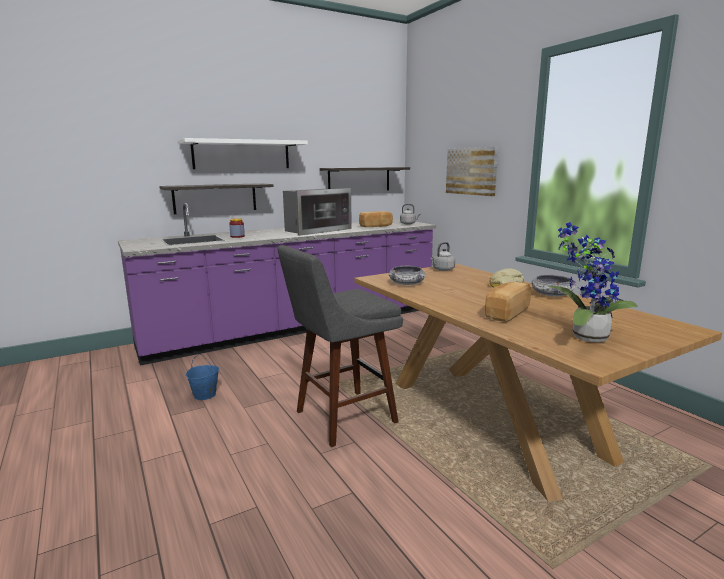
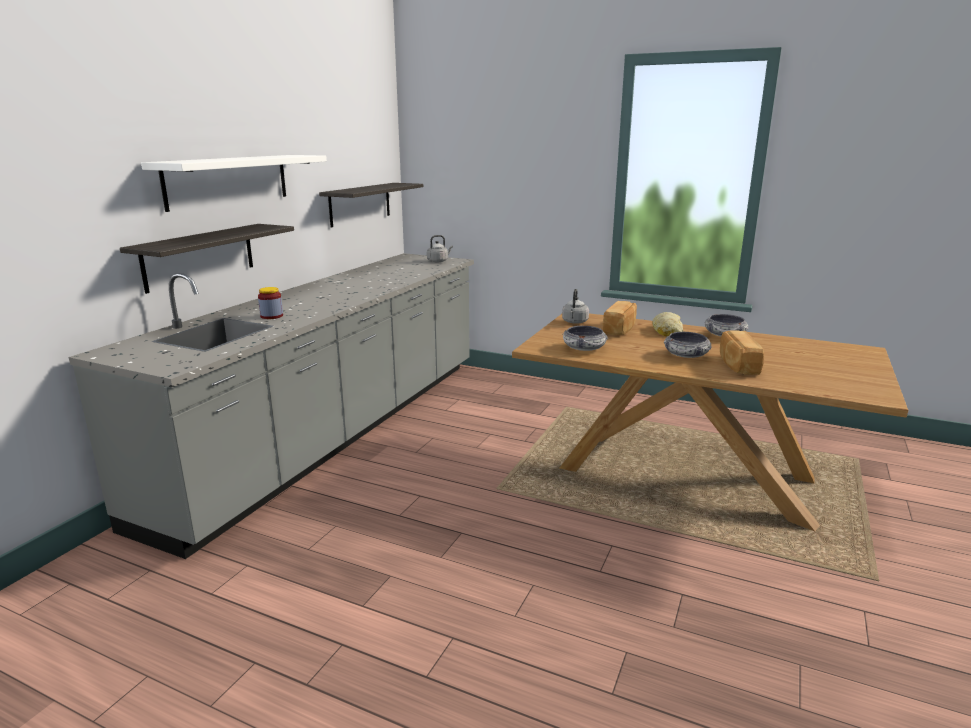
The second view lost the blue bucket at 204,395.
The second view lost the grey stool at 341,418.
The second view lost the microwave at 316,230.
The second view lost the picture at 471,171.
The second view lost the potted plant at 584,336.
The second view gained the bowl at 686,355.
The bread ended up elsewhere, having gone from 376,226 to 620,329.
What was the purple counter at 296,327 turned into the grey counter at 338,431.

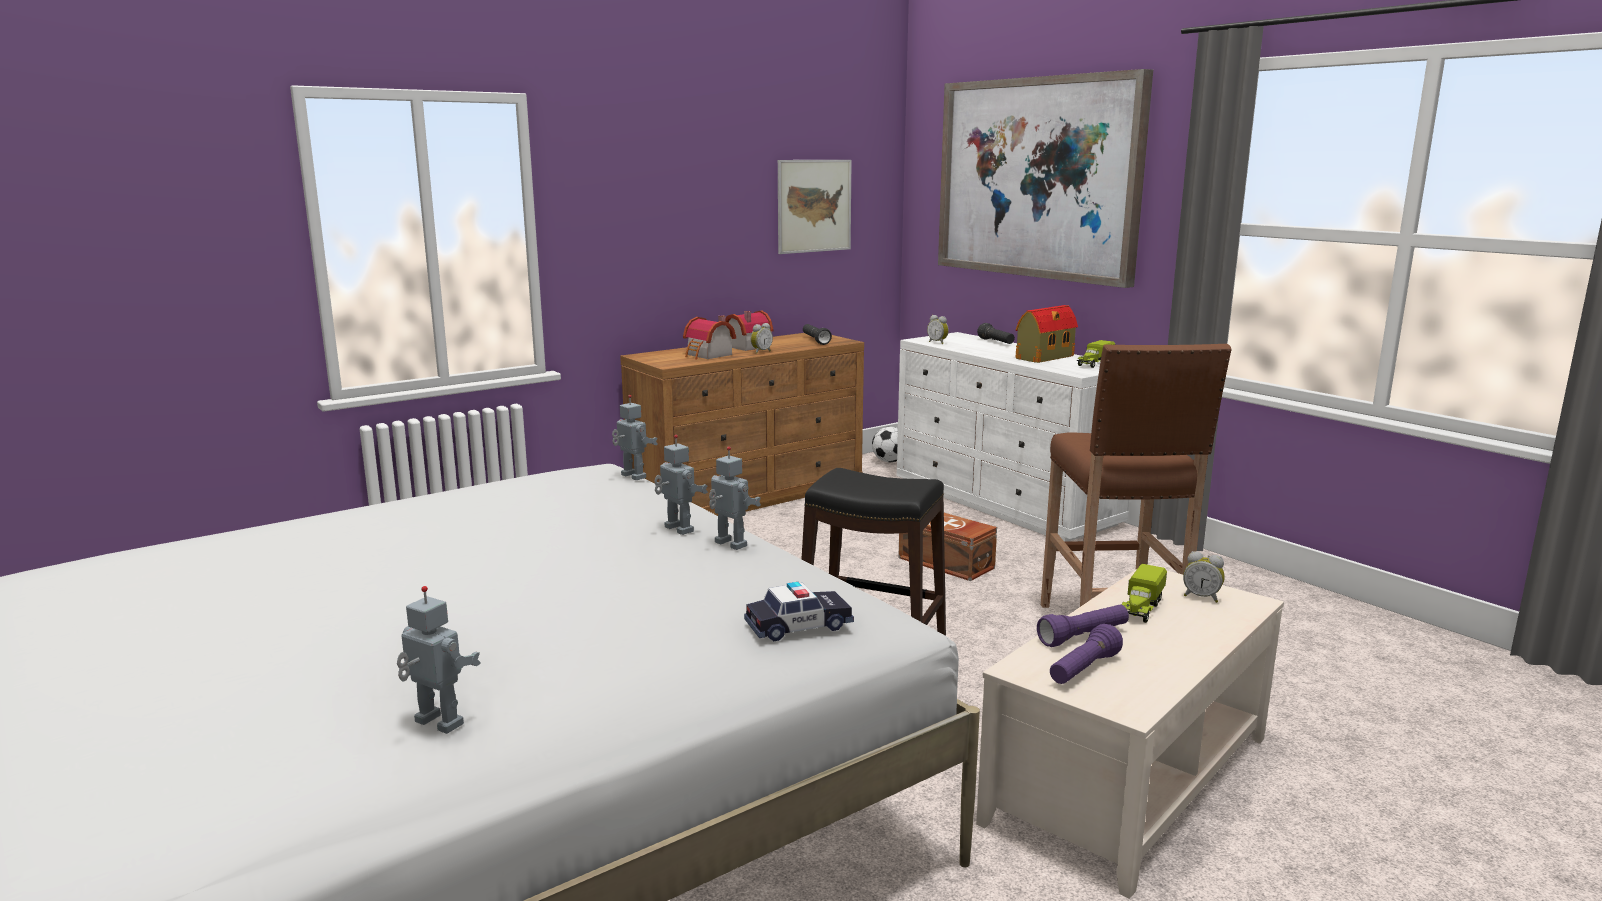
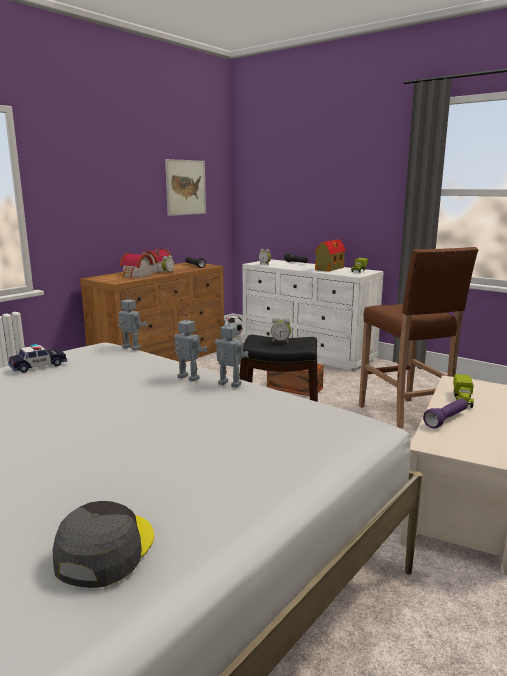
The second view lost the picture at 1037,178.
The second view lost the purple flashlight at 1083,670.
The toy car ended up elsewhere, having gone from 798,625 to 38,366.
The alarm clock ended up elsewhere, having gone from 1201,597 to 281,342.
Where the toy robot stood at 436,724, the grey cap came to stand at 105,550.

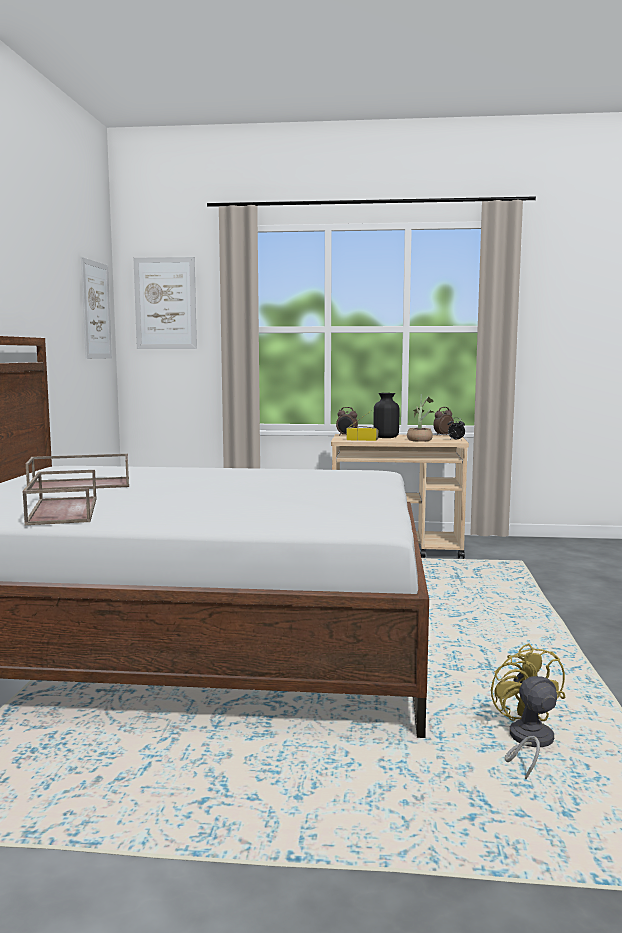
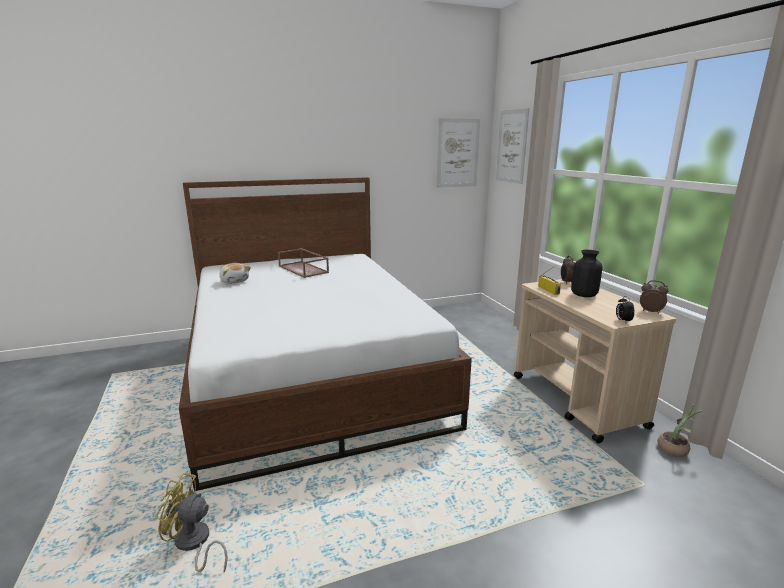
The potted plant ended up elsewhere, having gone from 420,439 to 676,449.
Where the brown tray stood at 62,510, the plush toy came to stand at 235,281.
The yellow fan at 527,742 ended up facing another way, 135 degrees counterclockwise from before.

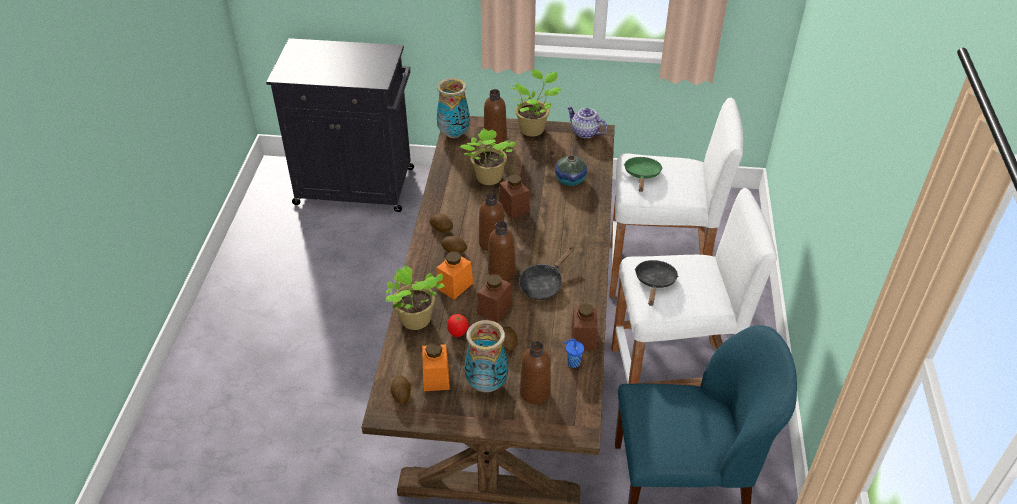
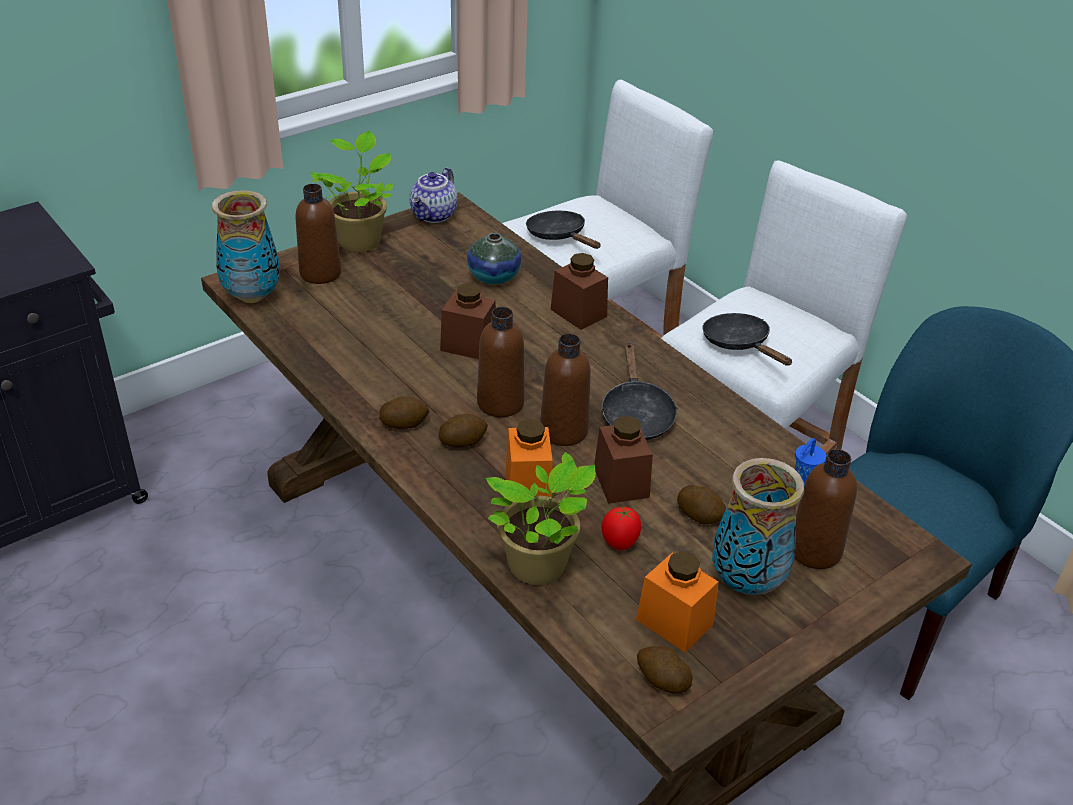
The second view lost the potted plant at 487,178.
The brown jar ended up elsewhere, having gone from 583,338 to 578,313.
What was the green frying pan at 642,175 turned into the black frying pan at 559,236.
The teapot at 584,132 ended up facing another way, 60 degrees counterclockwise from before.

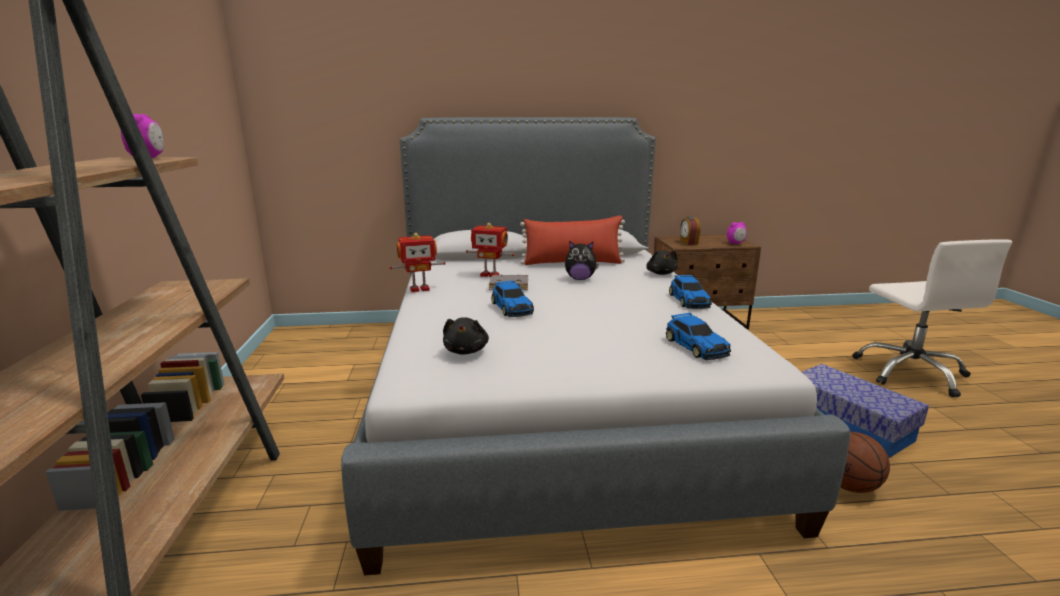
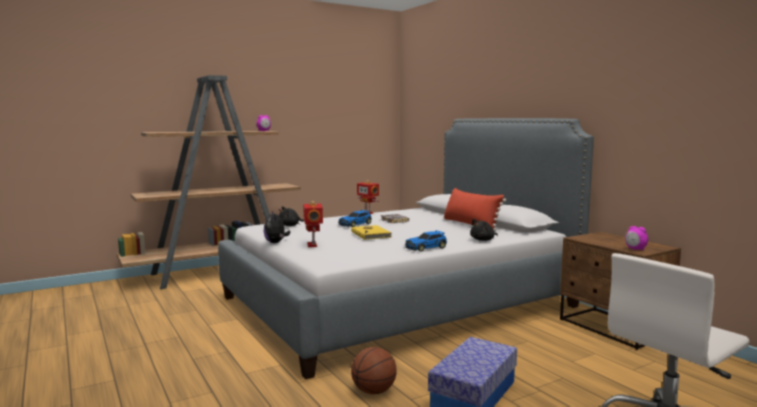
The second view lost the toy car at 695,346.
The second view lost the alarm clock at 688,242.
The second view gained the yellow book at 371,234.
The toy robot ended up elsewhere, having gone from 490,275 to 313,245.
The plush toy ended up elsewhere, having gone from 580,279 to 276,242.

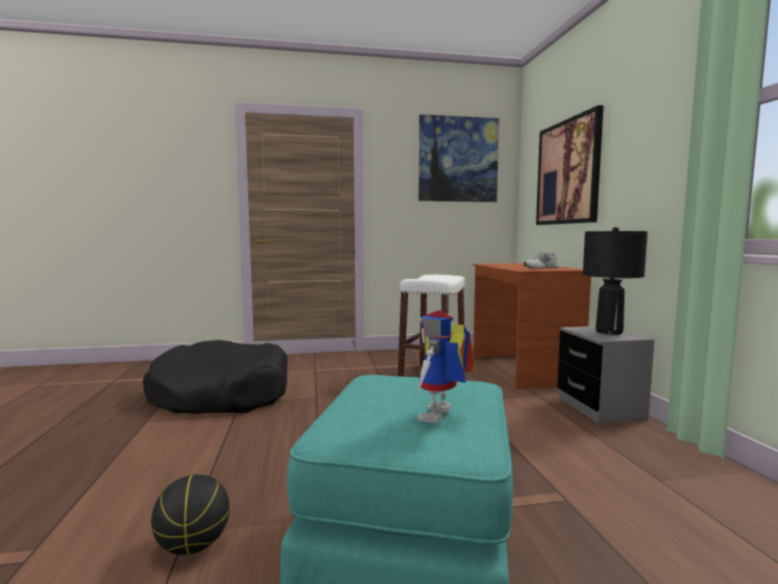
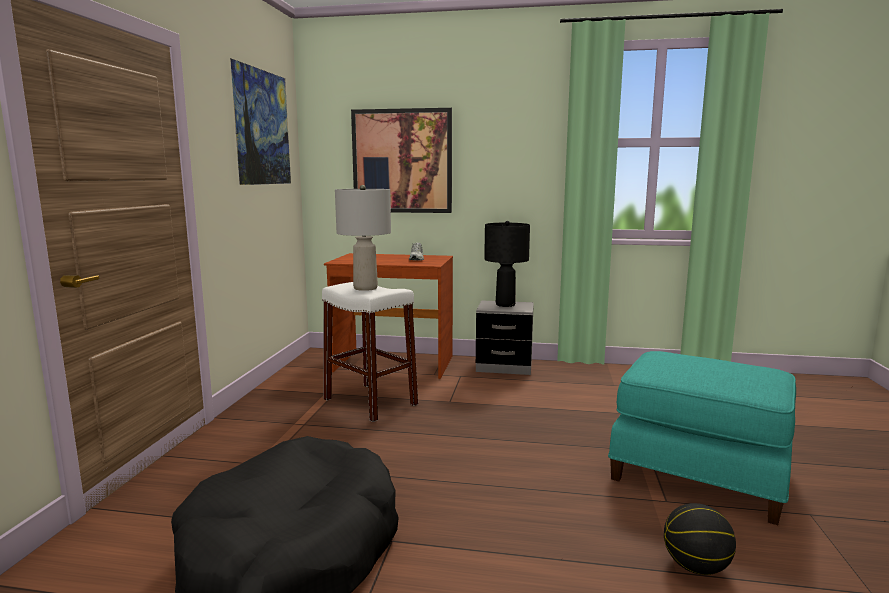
The second view lost the toy robot at 441,417.
The second view gained the grey table lamp at 365,288.

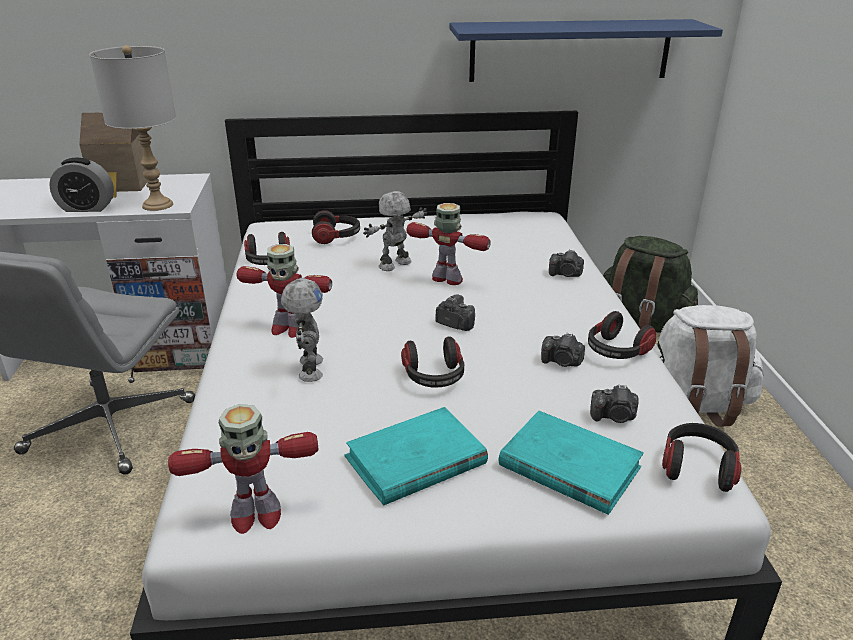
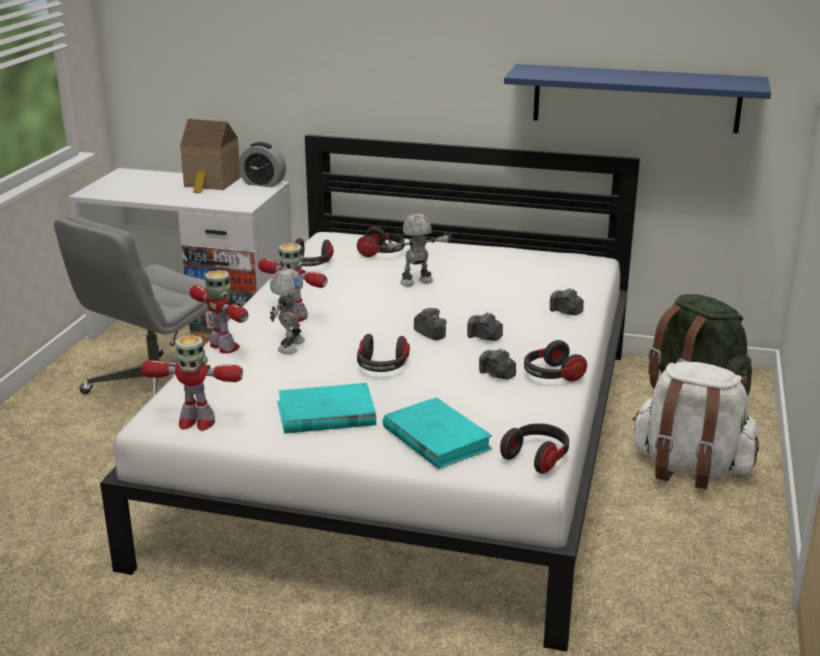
The second view lost the grey table lamp at 157,205.
The alarm clock ended up elsewhere, having gone from 87,208 to 263,183.
The toy robot ended up elsewhere, having gone from 448,279 to 224,347.
The photo camera ended up elsewhere, having gone from 614,417 to 484,337.

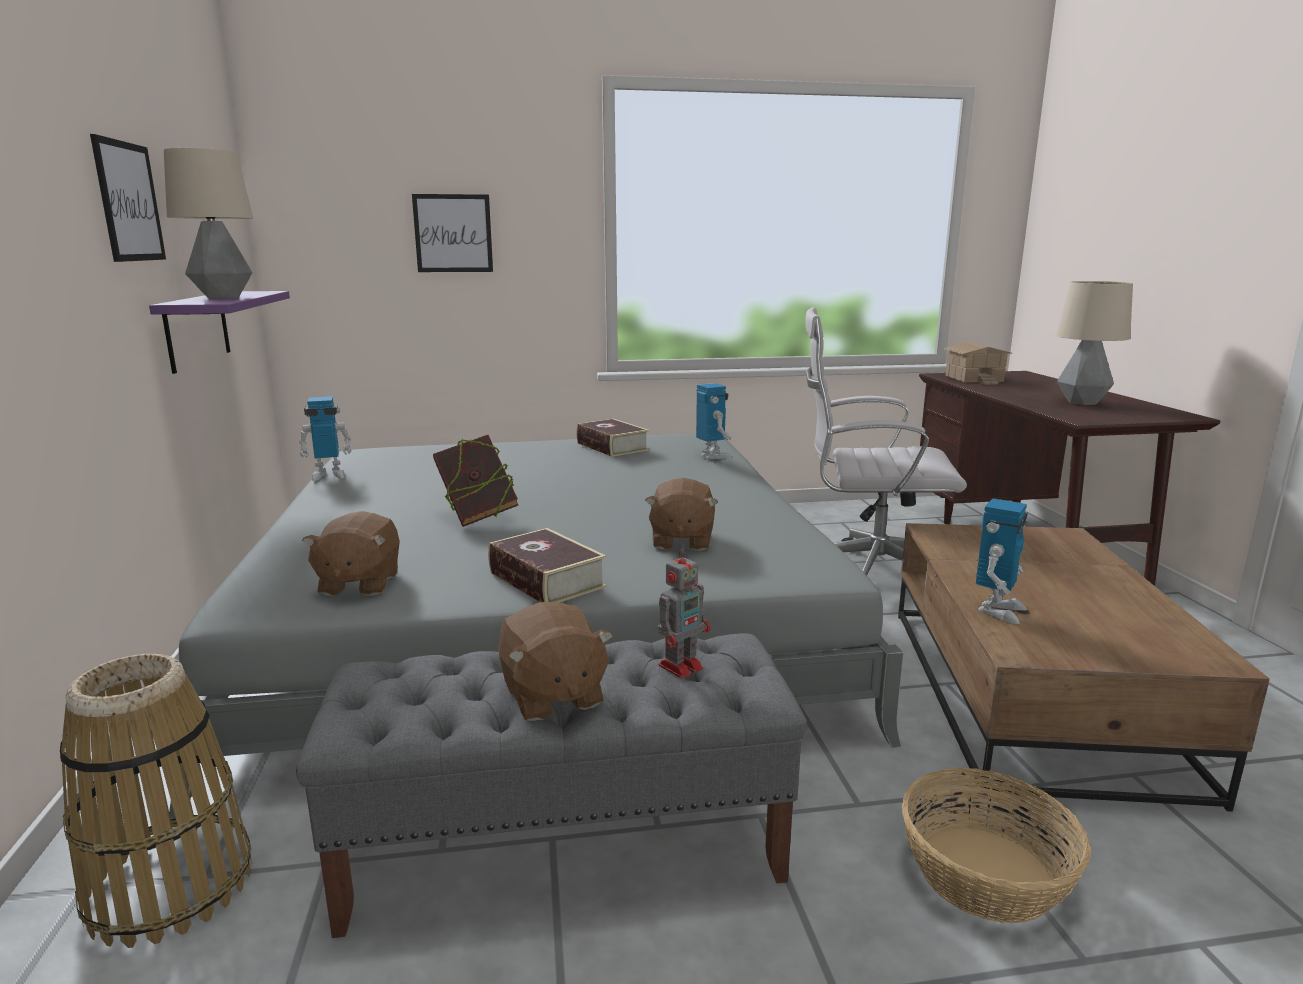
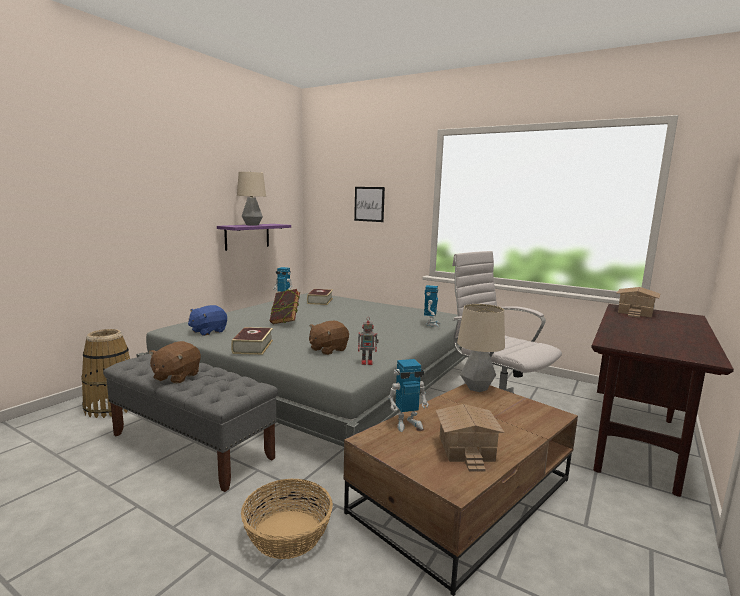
The second view lost the picture at 129,202.
The second view gained the toy house at 467,448.
The book ended up elsewhere, having gone from 612,446 to 320,301.
The toy robot ended up elsewhere, having gone from 682,666 to 367,362.
The table lamp ended up elsewhere, having gone from 1081,402 to 477,388.
What was the brown plush toy at 358,583 turned into the blue plush toy at 208,331.

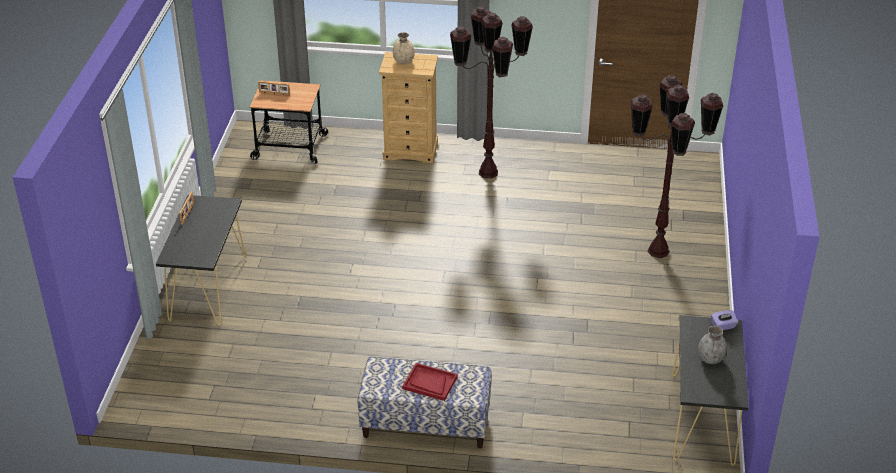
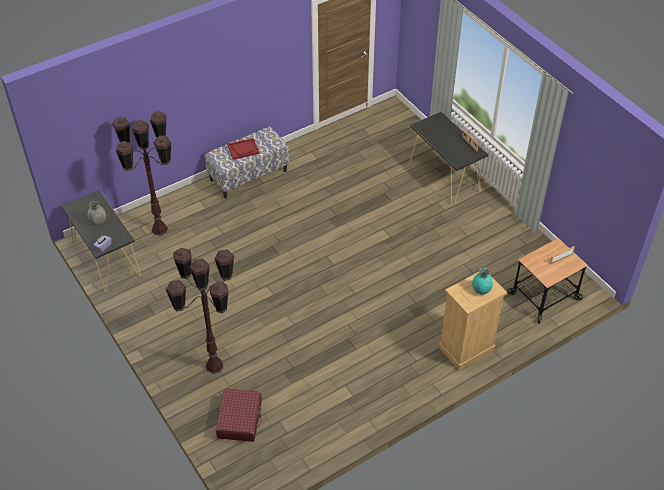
The second view gained the red suitcase at 240,419.
The brown floor lamp ended up elsewhere, having gone from 488,172 to 159,230.
What was the beige vase at 404,62 turned into the turquoise vase at 481,290.

